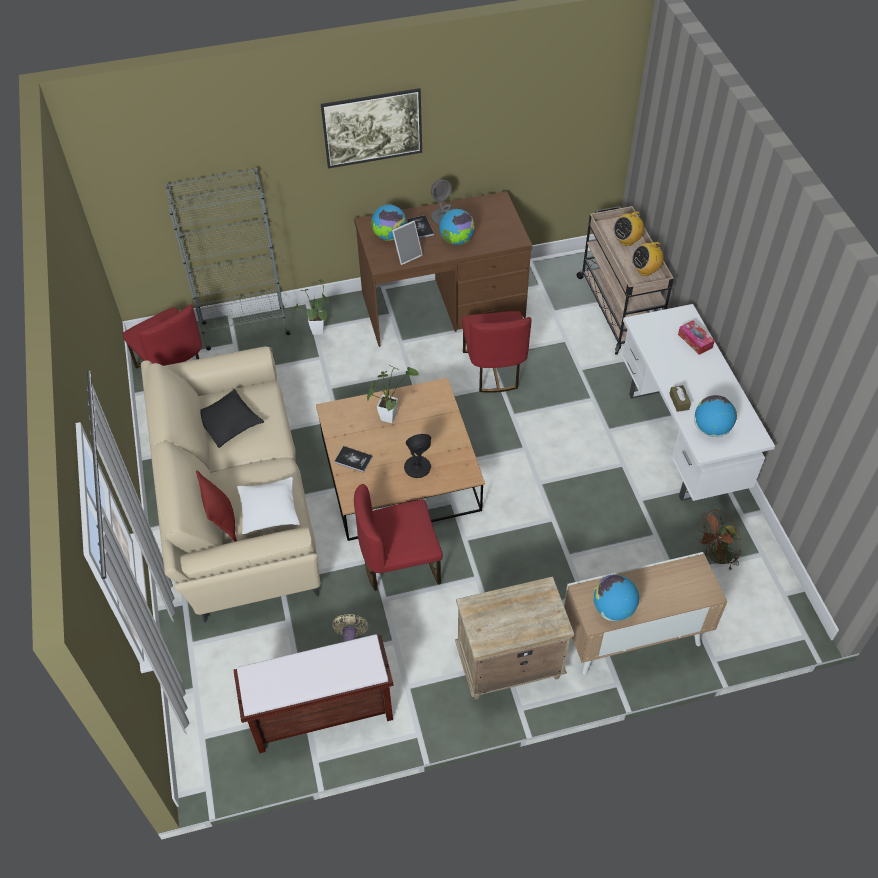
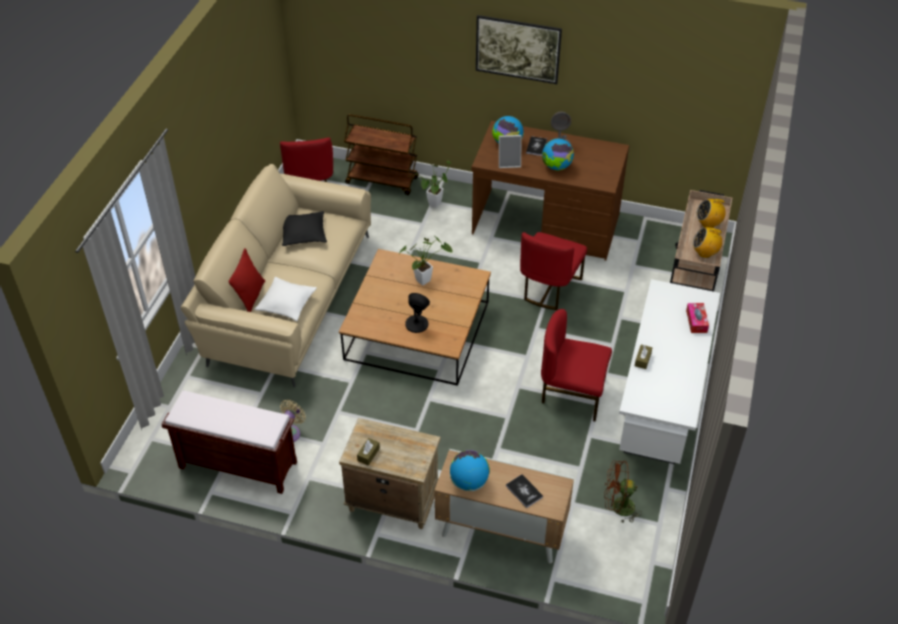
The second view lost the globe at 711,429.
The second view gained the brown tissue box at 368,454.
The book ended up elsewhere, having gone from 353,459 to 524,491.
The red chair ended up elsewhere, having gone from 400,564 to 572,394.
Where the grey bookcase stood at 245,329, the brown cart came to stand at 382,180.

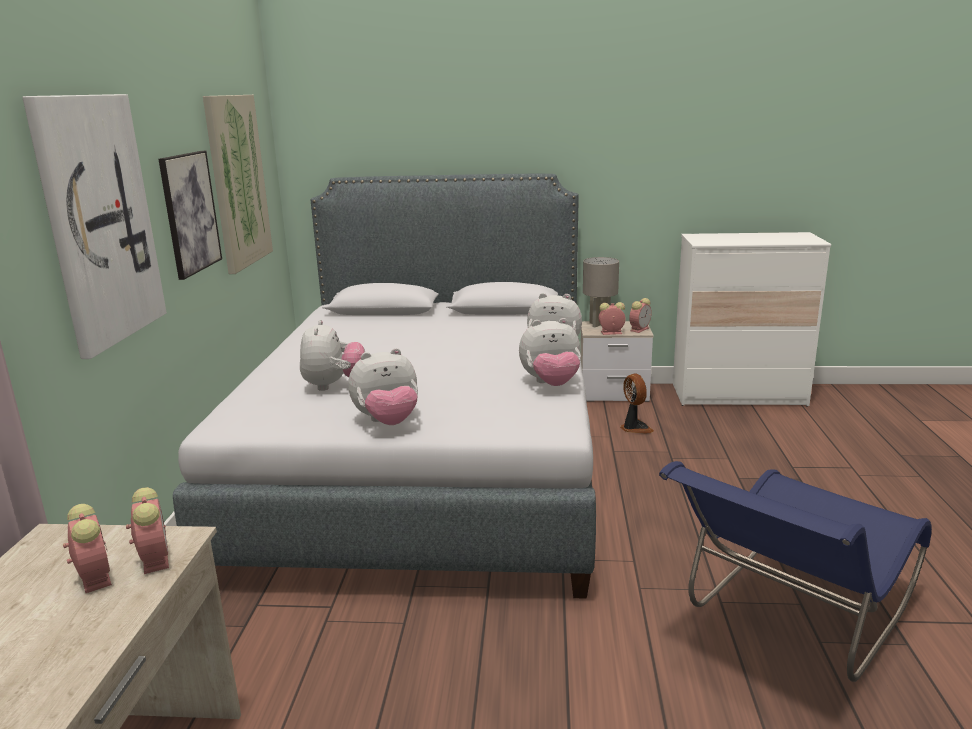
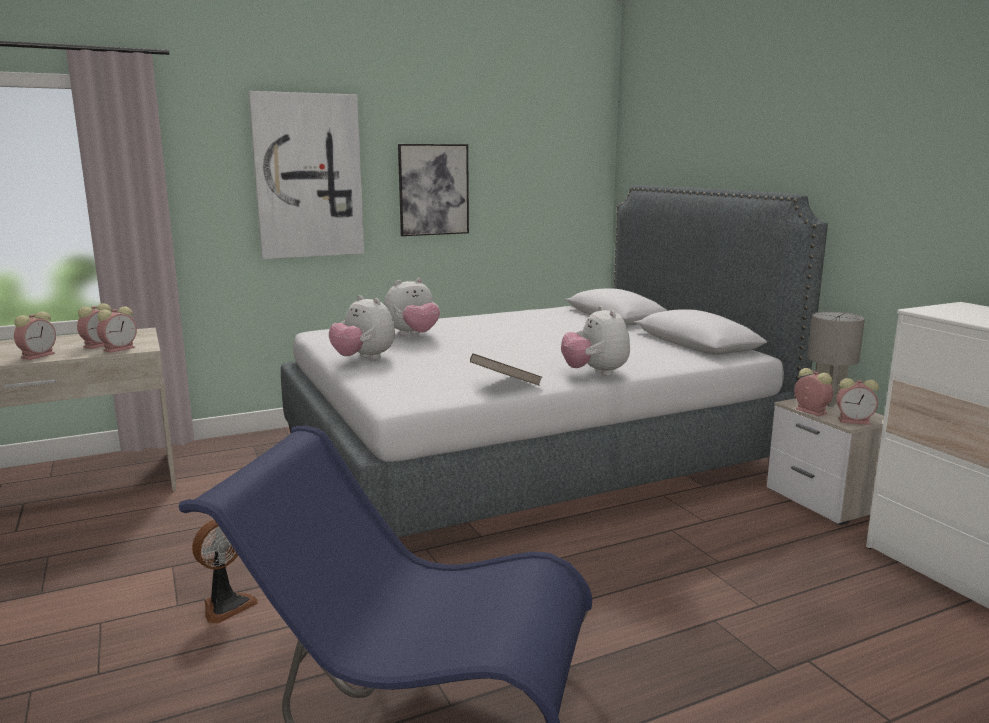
The second view lost the picture at 238,181.
The second view gained the alarm clock at 39,355.
The fan ended up elsewhere, having gone from 634,428 to 226,605.
Where the plush toy stood at 551,384, the brown book came to stand at 505,384.

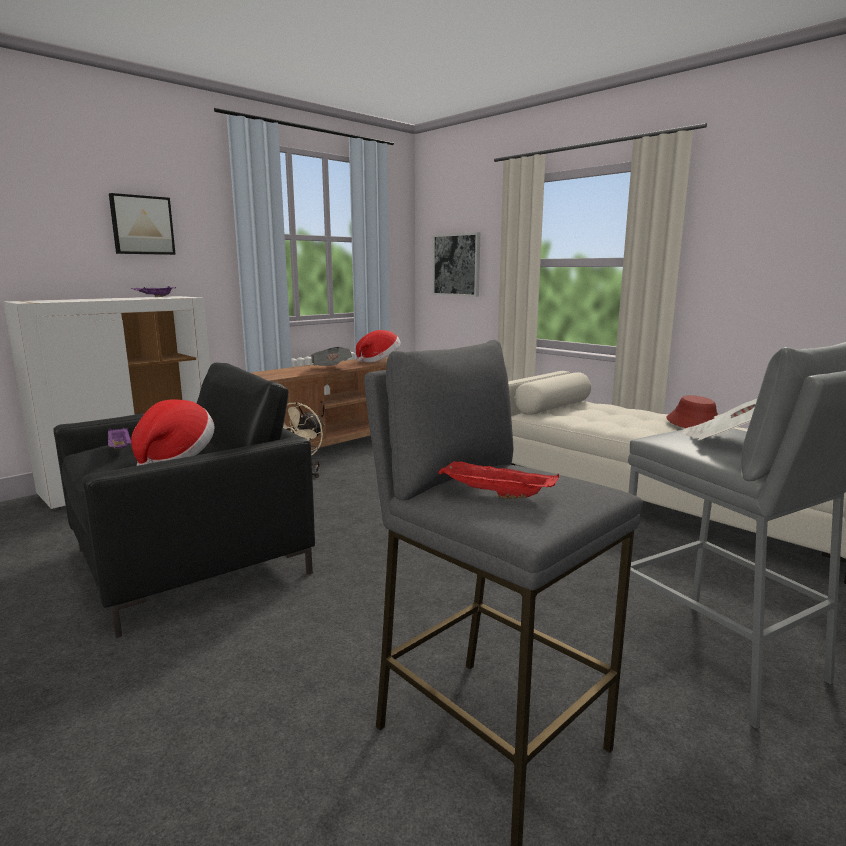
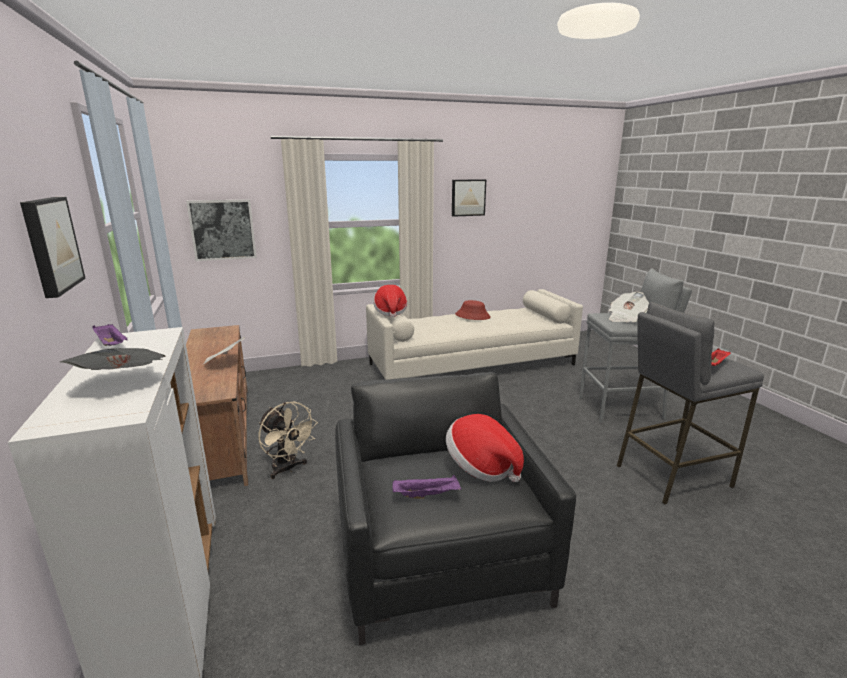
The second view gained the newspaper at 123,382.
The second view gained the picture at 468,197.
The hat ended up elsewhere, having gone from 379,361 to 390,312.

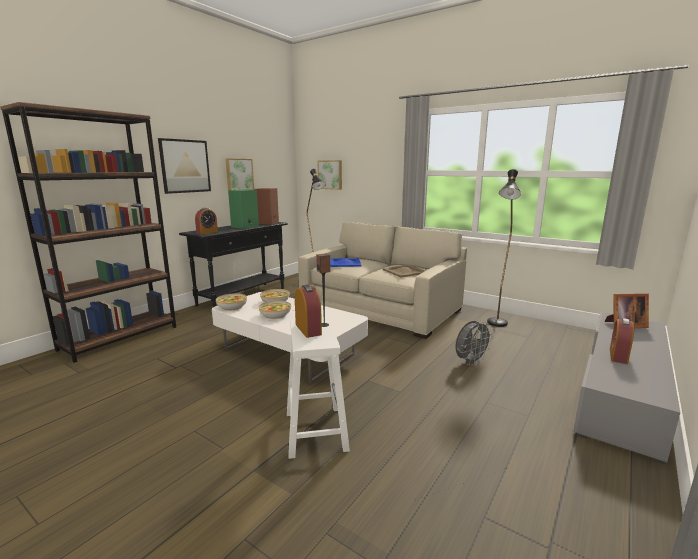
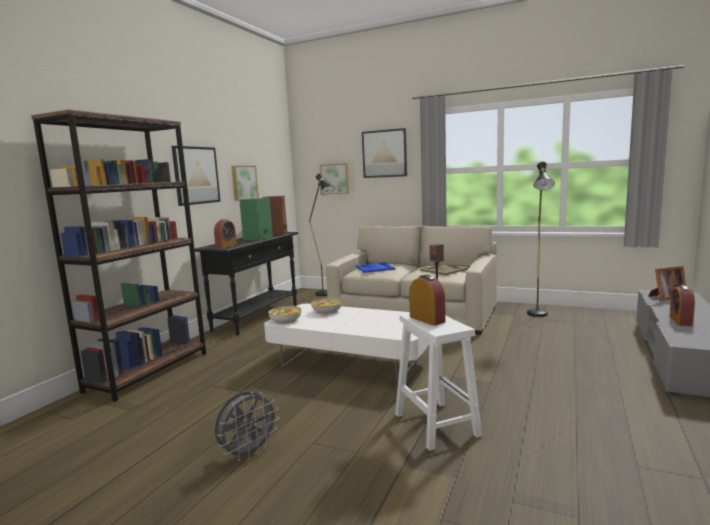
The second view lost the bowl at 275,315.
The second view gained the picture at 384,153.
The grey fan ended up elsewhere, having gone from 470,362 to 248,453.

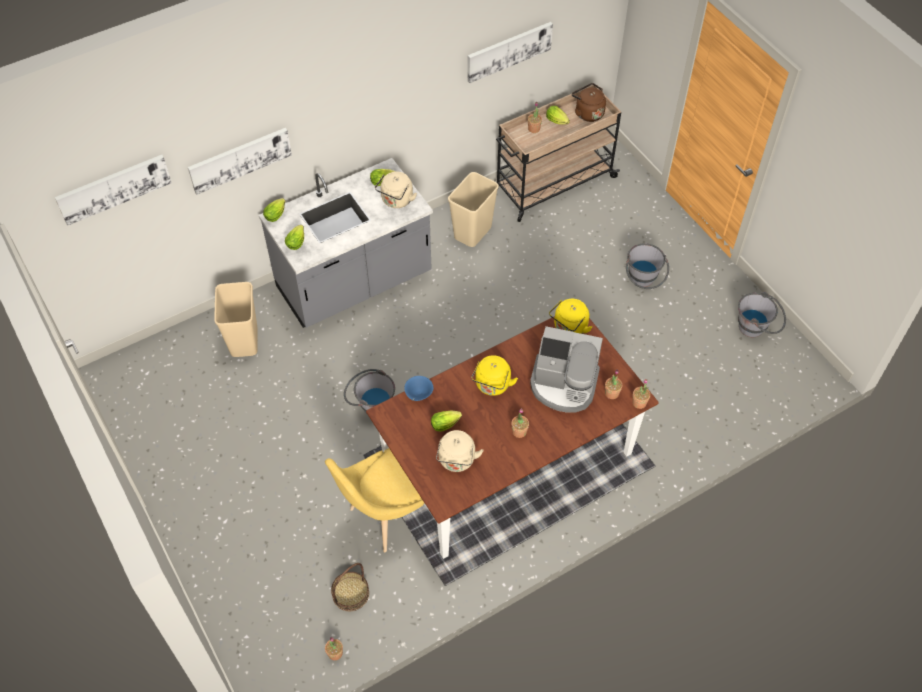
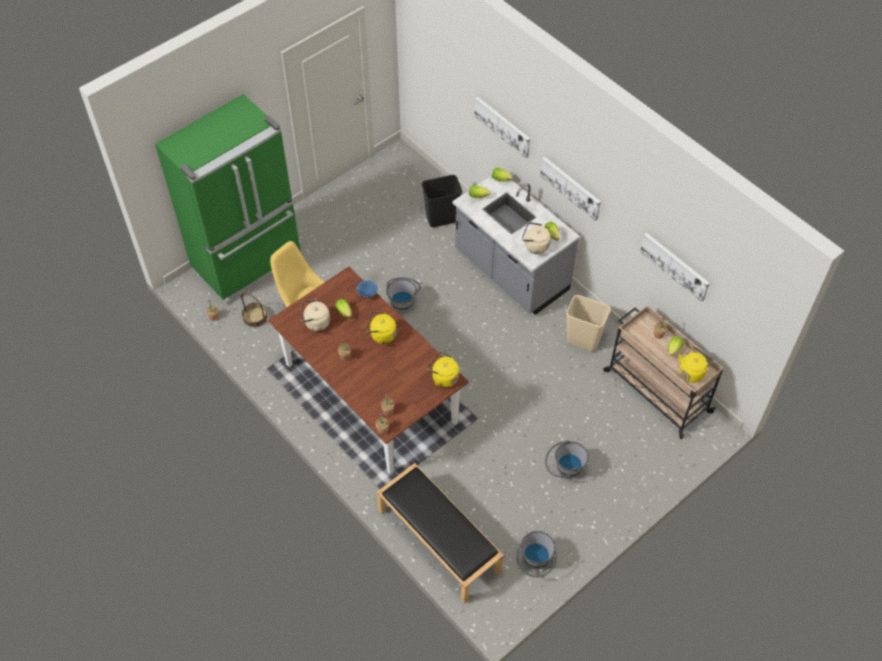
The second view lost the coffee machine at 564,385.
The second view gained the green fridge at 249,263.
The second view gained the black bench at 438,540.
The picture ended up elsewhere, having gone from 113,188 to 571,187.
What was the beige trash can at 243,341 turned into the black trash can at 442,218.
What was the brown kettle at 587,113 turned into the yellow kettle at 692,372.

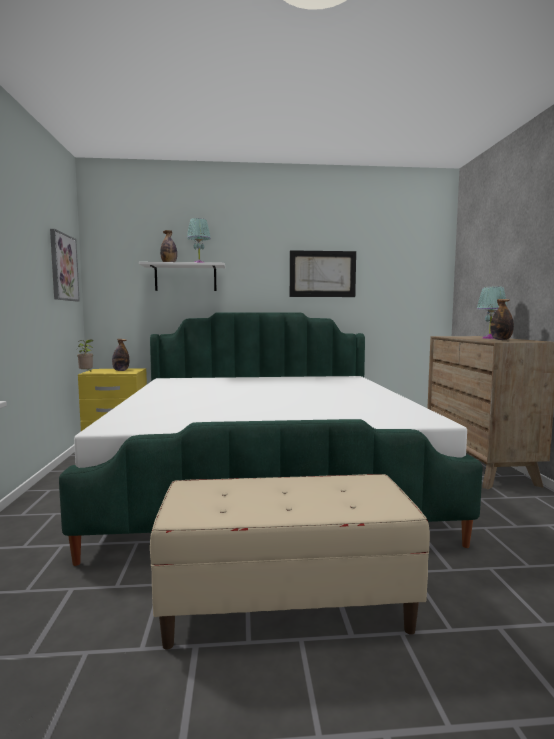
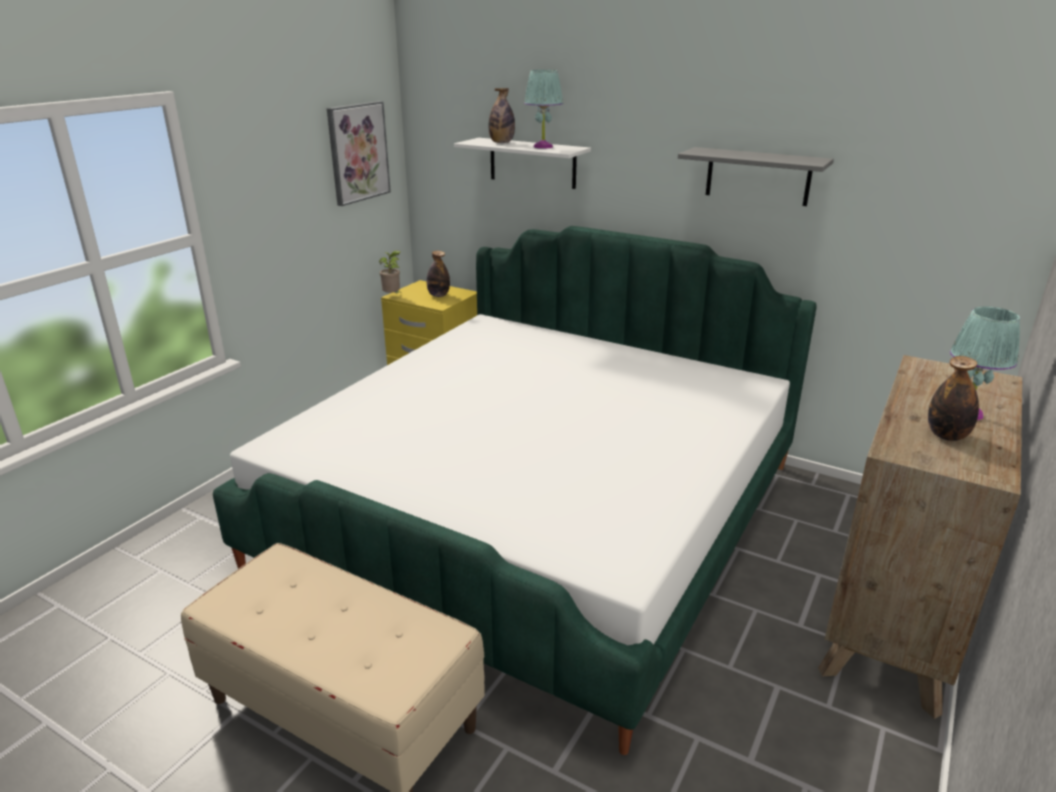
Where the picture hung at 322,274, the grey shelf came to hang at 758,176.

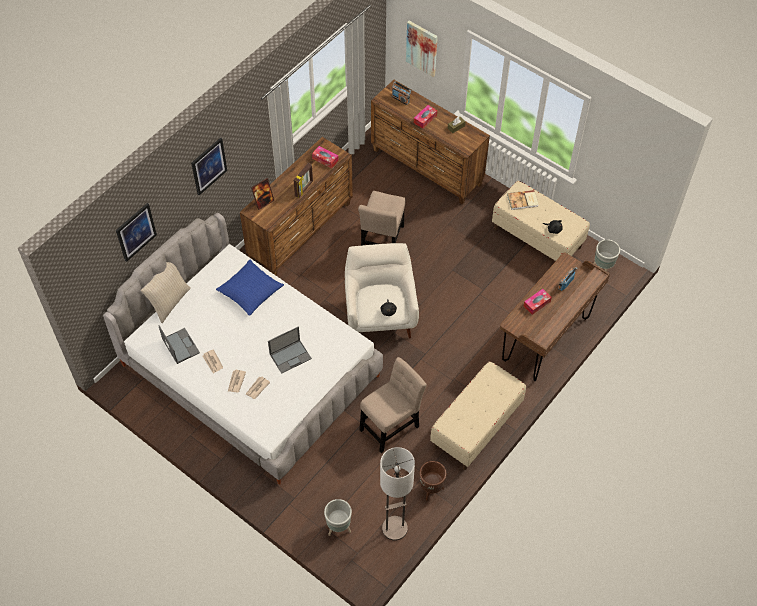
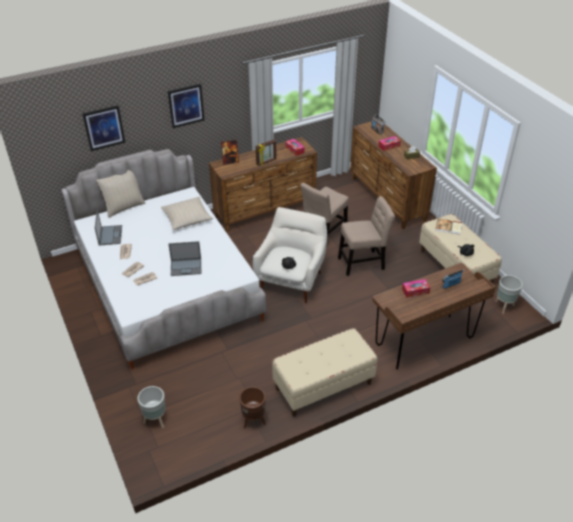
The second view lost the floor lamp at 394,528.
The second view lost the picture at 422,48.
The beige chair ended up elsewhere, having gone from 391,425 to 363,262.
What was the blue pillow at 250,291 turned into the beige pillow at 187,218.

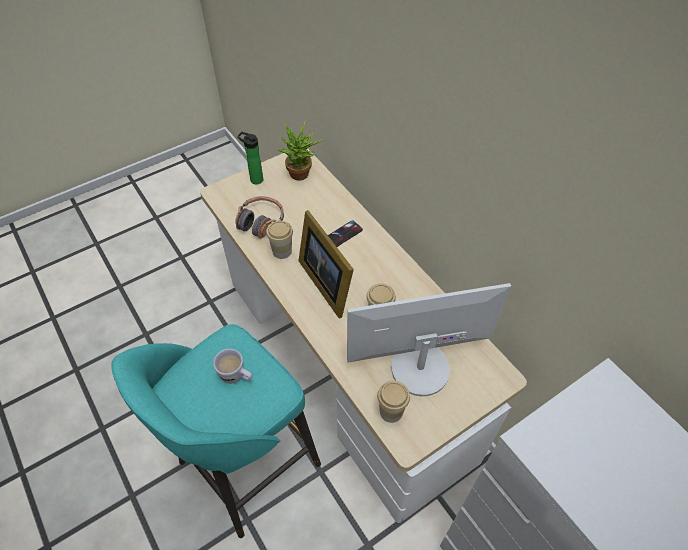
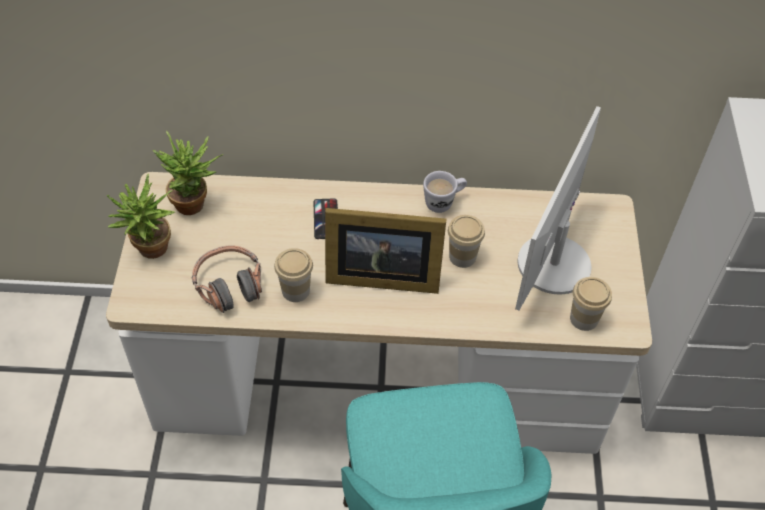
The white mug ended up elsewhere, having gone from 237,377 to 444,202.
Where the bottle stood at 254,179, the potted plant came to stand at 151,252.

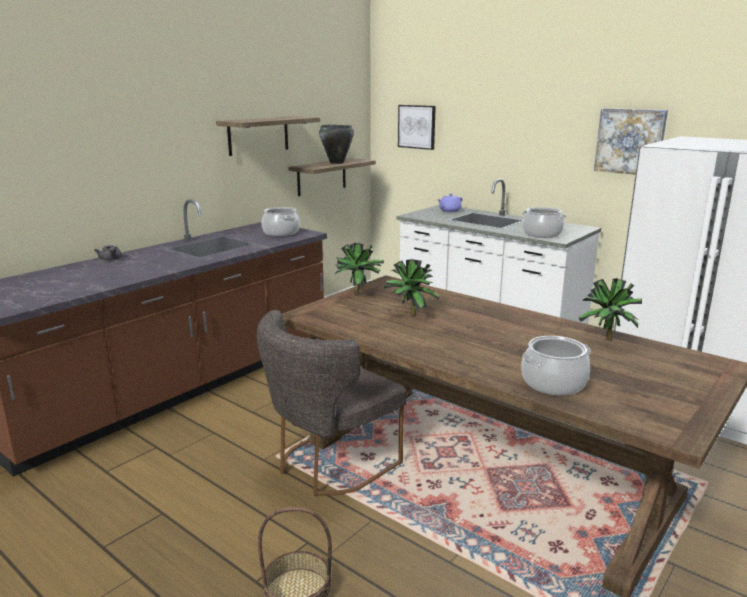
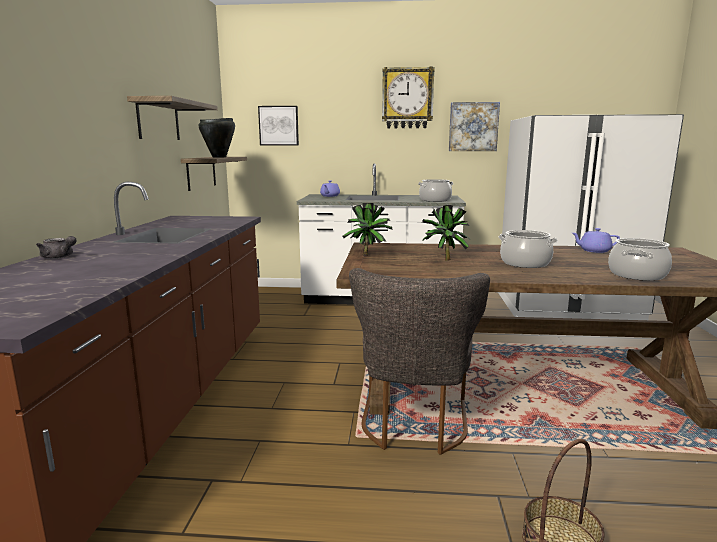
The second view gained the wall clock at 407,98.
The cooking pot ended up elsewhere, having gone from 281,233 to 525,263.
Where the potted plant stood at 606,341, the purple teapot came to stand at 594,251.

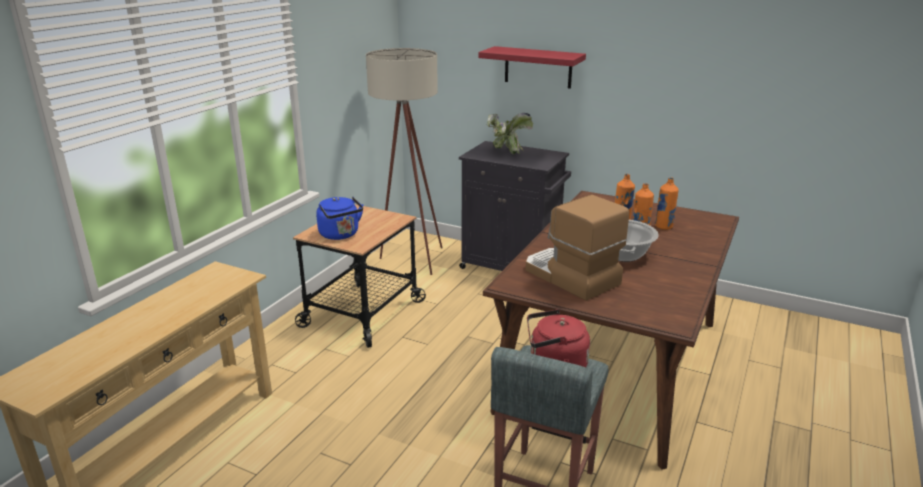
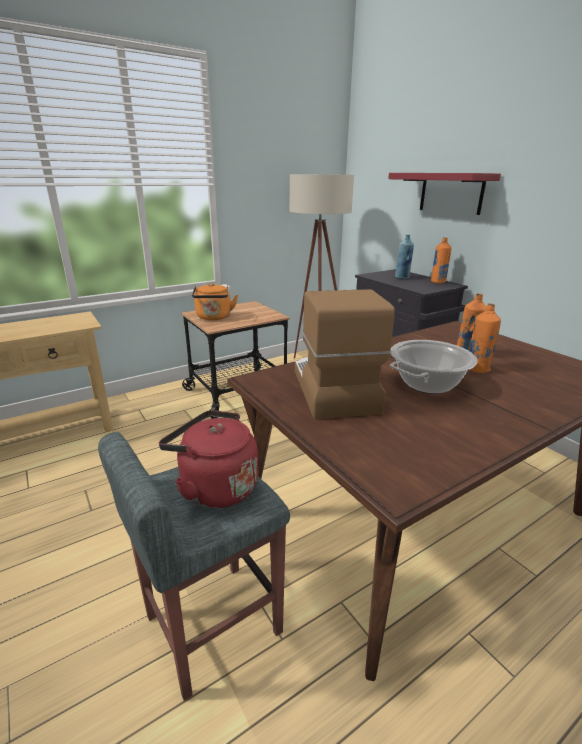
The orange bottle ended up elsewhere, having gone from 664,226 to 438,282.
Where the potted plant stood at 506,153, the blue bottle came to stand at 402,278.
What was the blue kettle at 340,235 turned into the orange kettle at 214,317.

